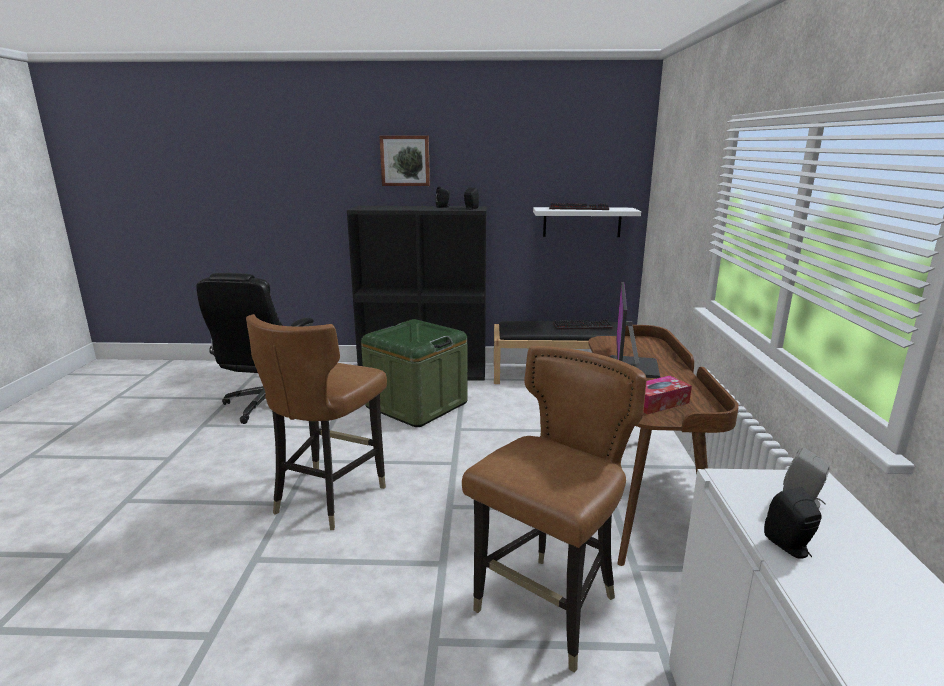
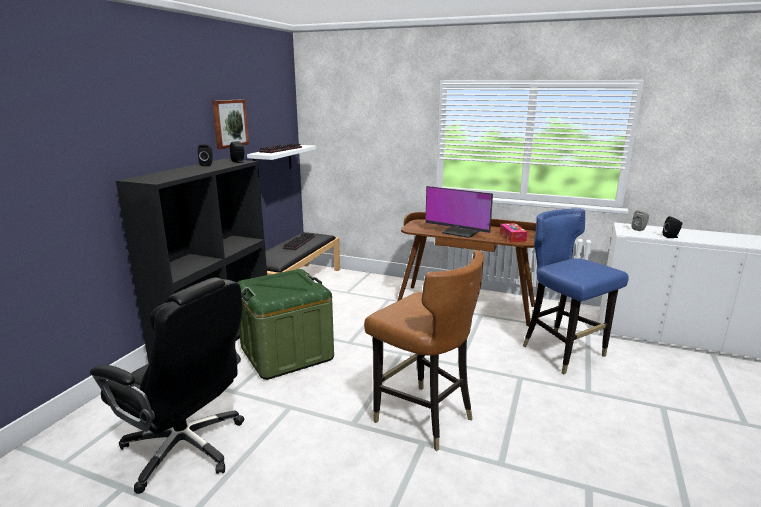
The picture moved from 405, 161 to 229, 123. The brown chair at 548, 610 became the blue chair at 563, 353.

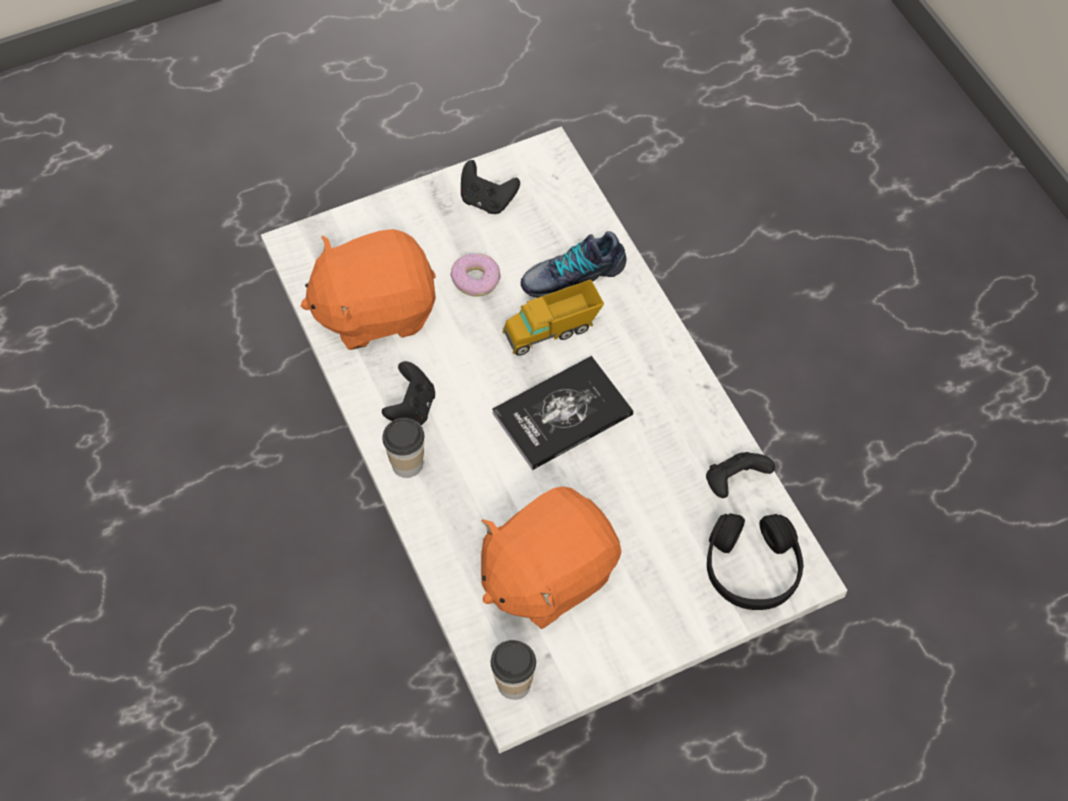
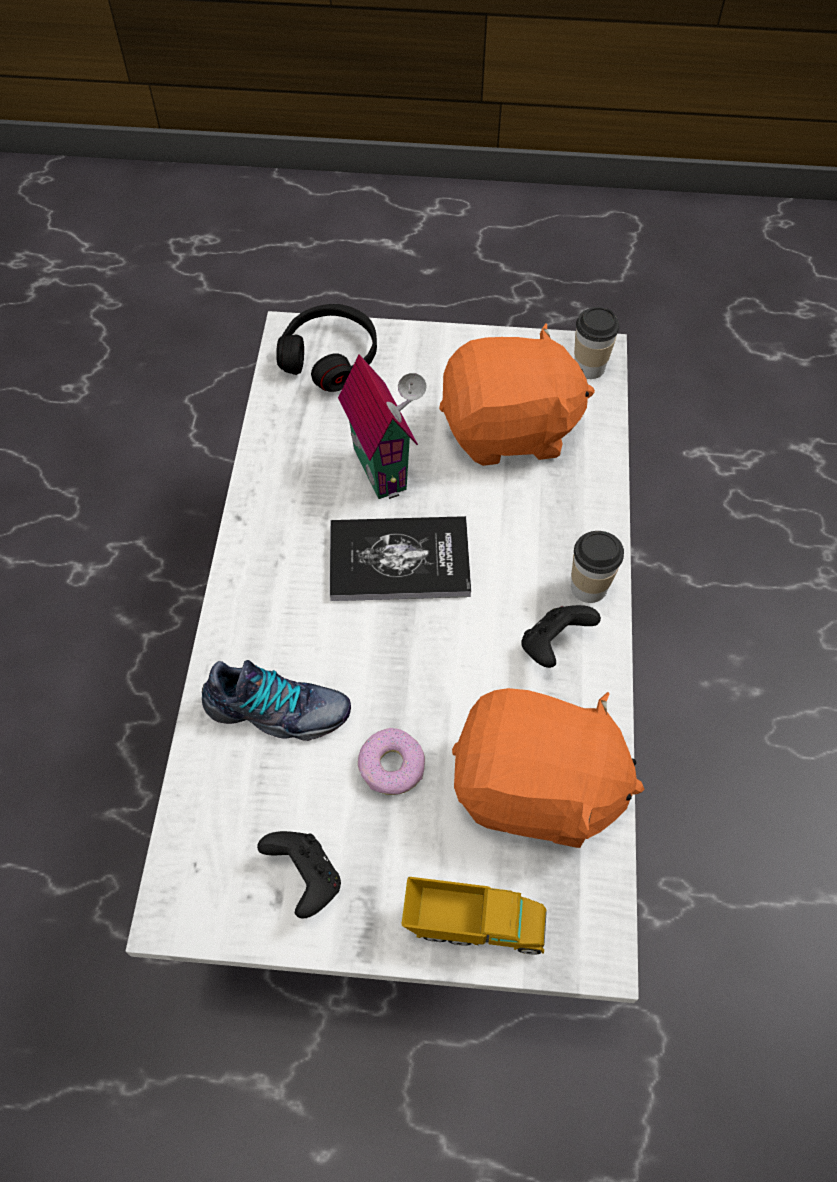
The black game controller at 734, 482 disappeared. The toy house at 384, 468 appeared. The toy truck moved from 552, 331 to 474, 925.

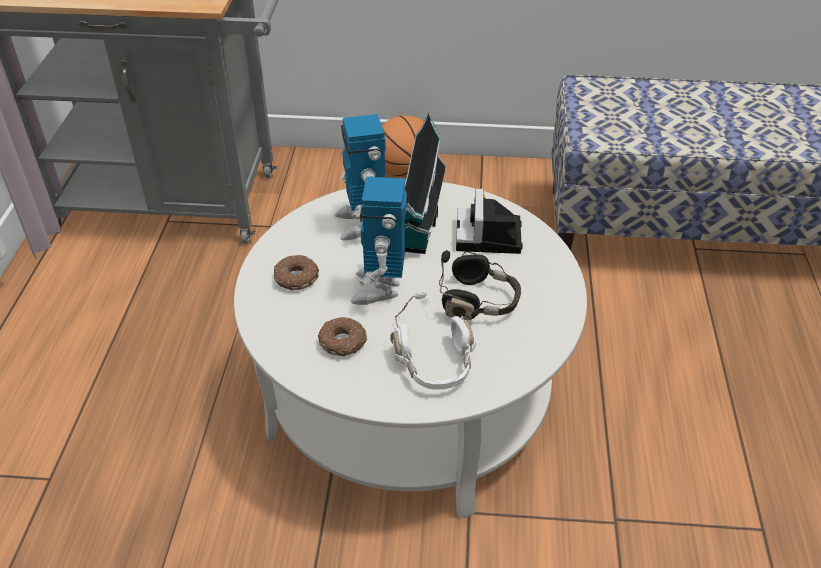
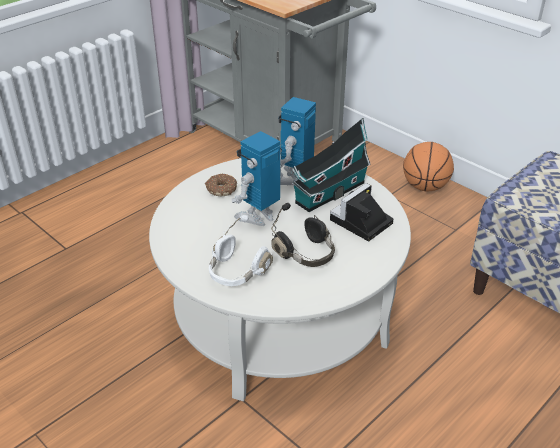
The donut at 343, 342 disappeared.

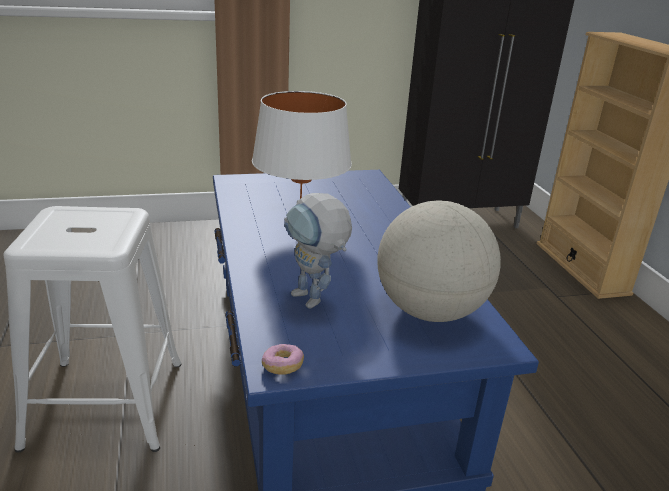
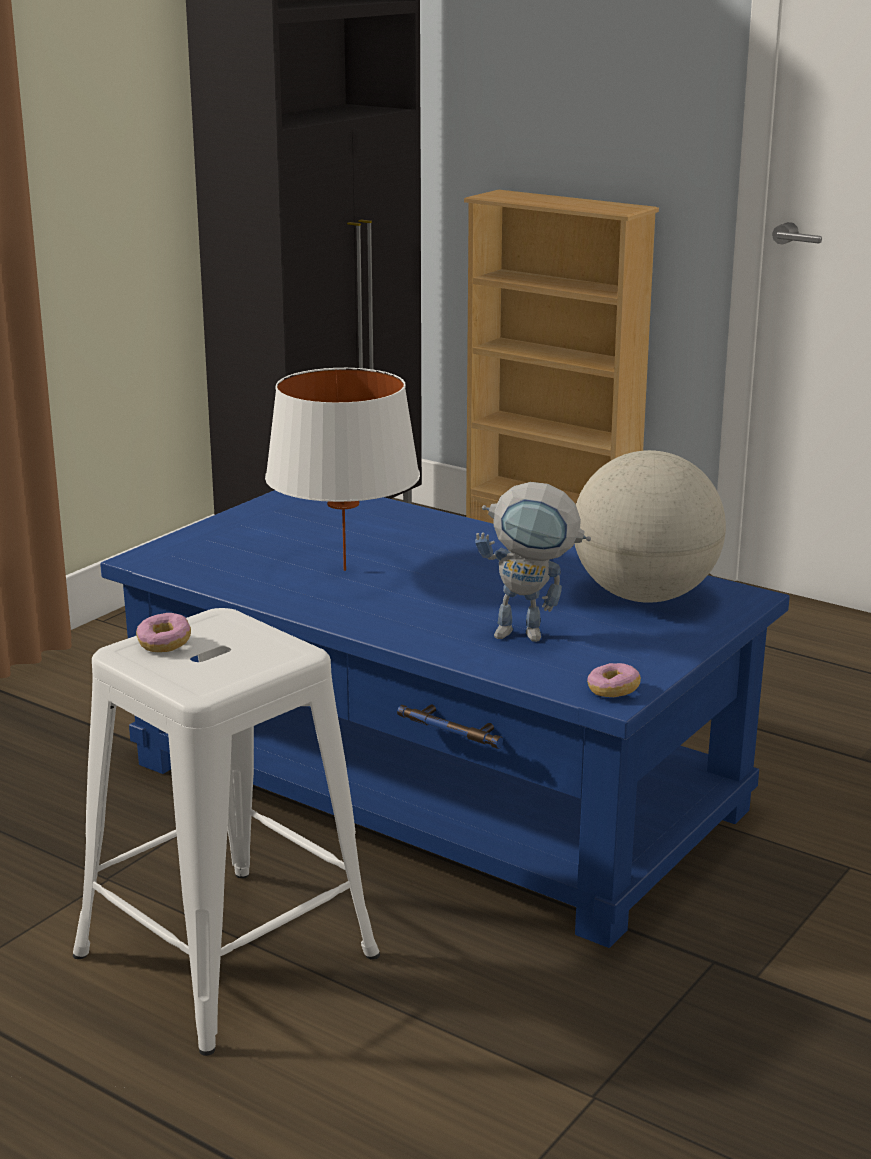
The donut at 164, 644 appeared.

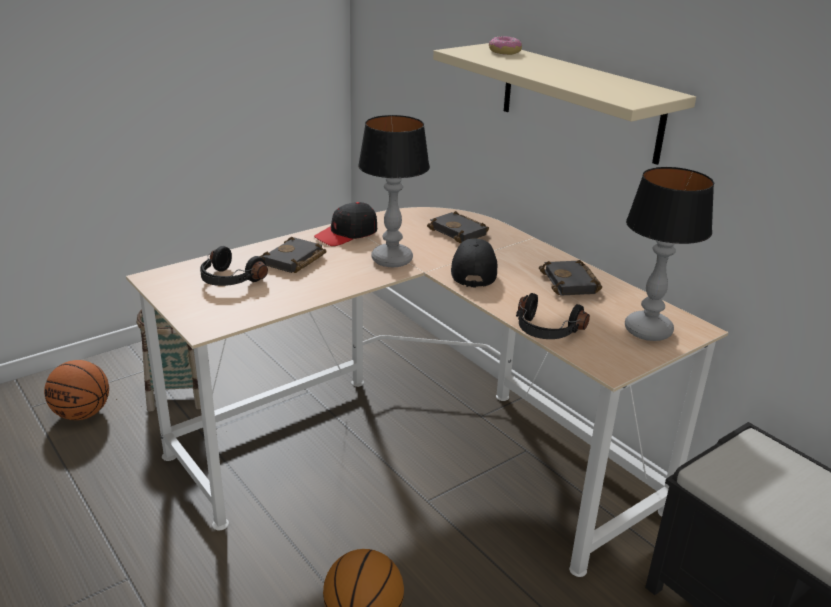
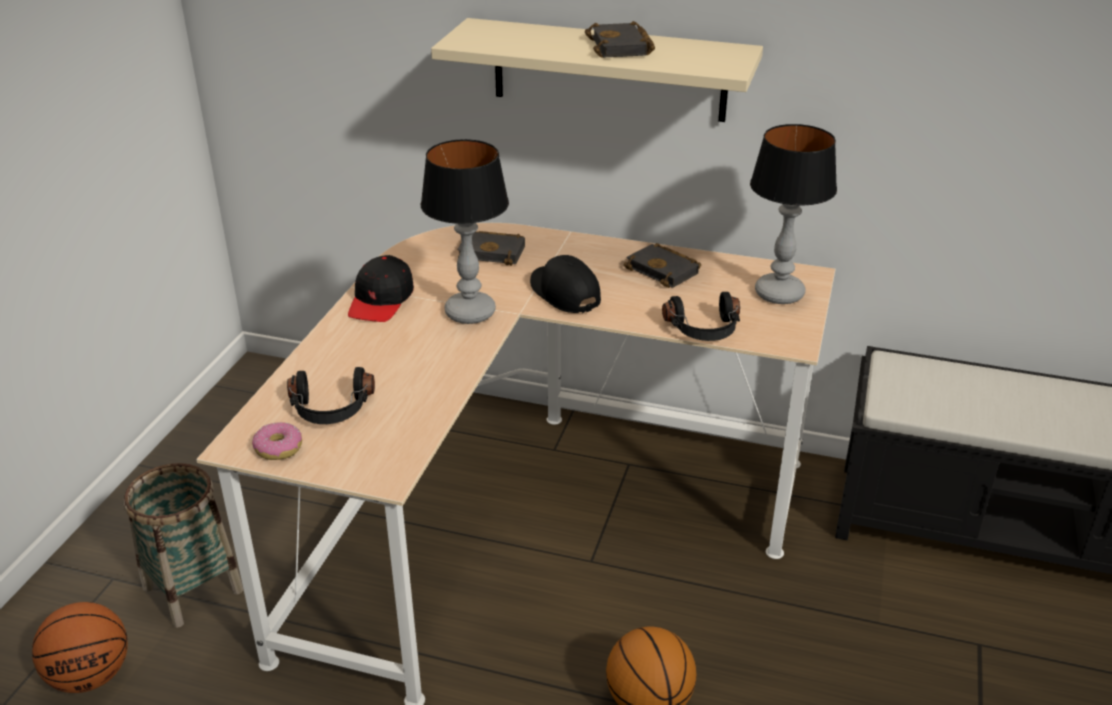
The black book moved from 294, 261 to 622, 47. The donut moved from 504, 52 to 278, 448.

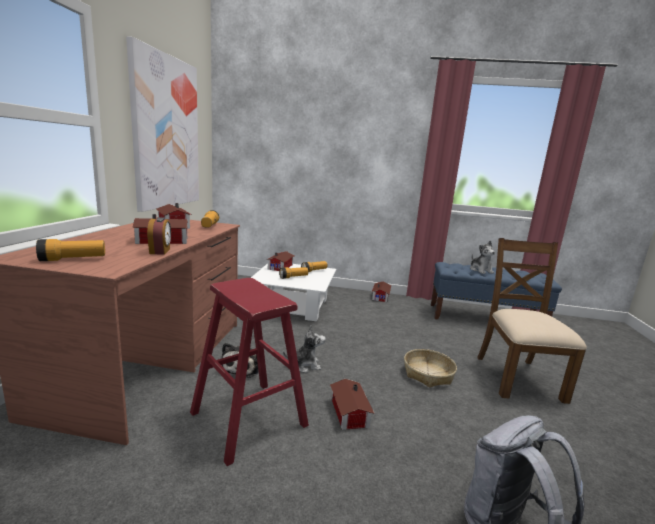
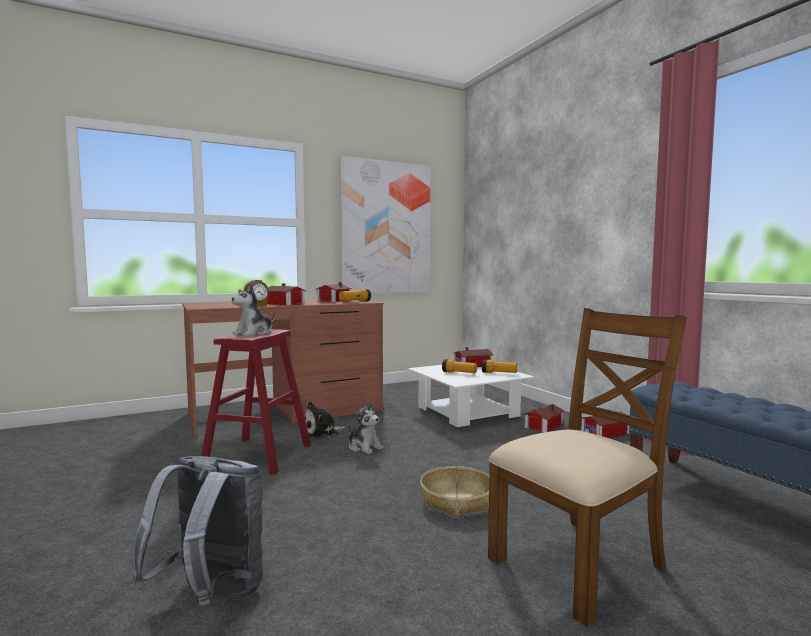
The flashlight at 73, 259 disappeared. The toy house moved from 348, 413 to 542, 425. The plush toy moved from 480, 270 to 254, 333.

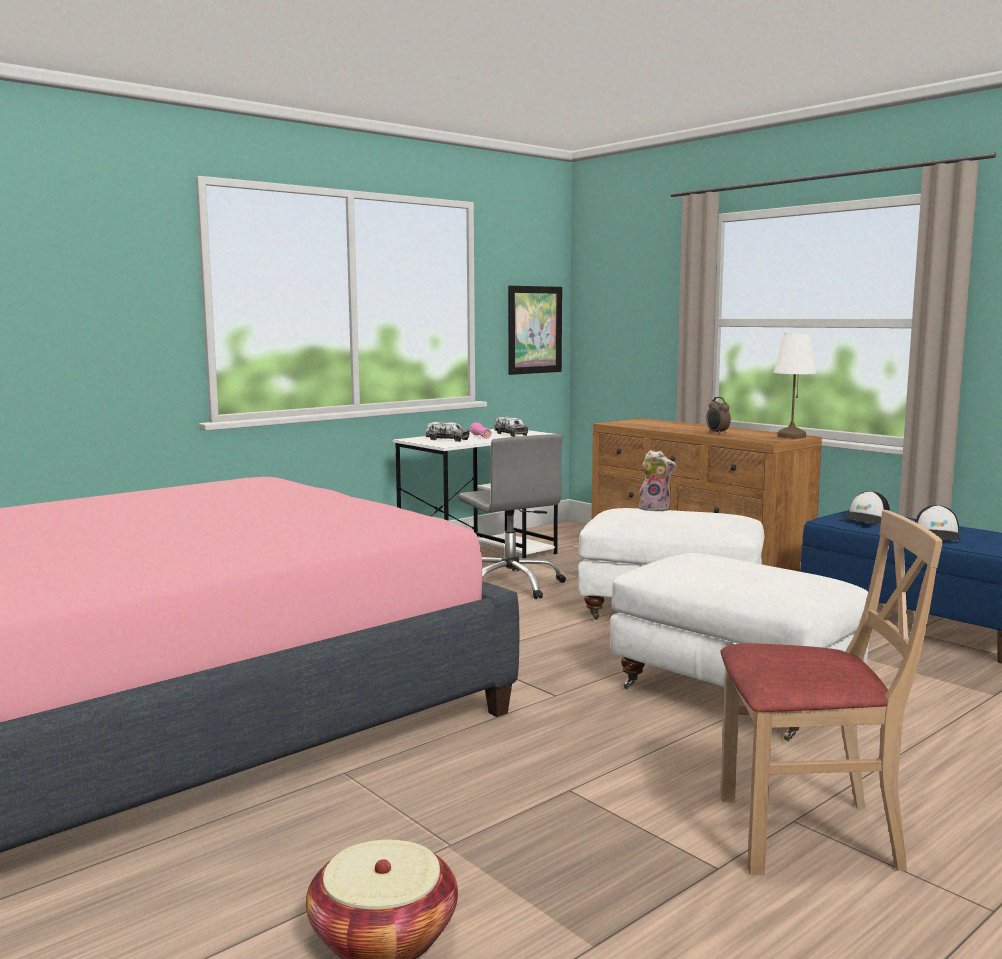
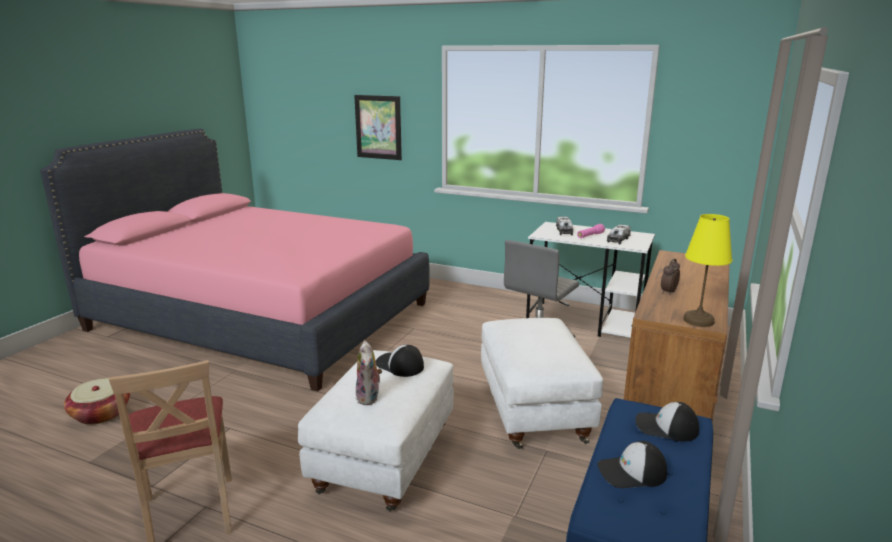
The cap at 399, 365 appeared. The picture moved from 534, 330 to 378, 127. The plush toy moved from 655, 509 to 369, 398. The white table lamp at 790, 436 became the yellow table lamp at 698, 320.

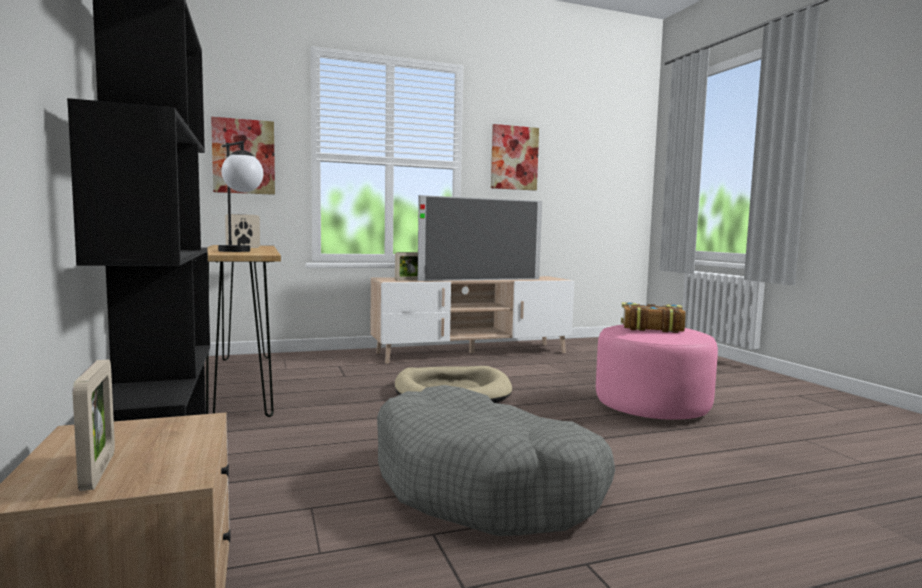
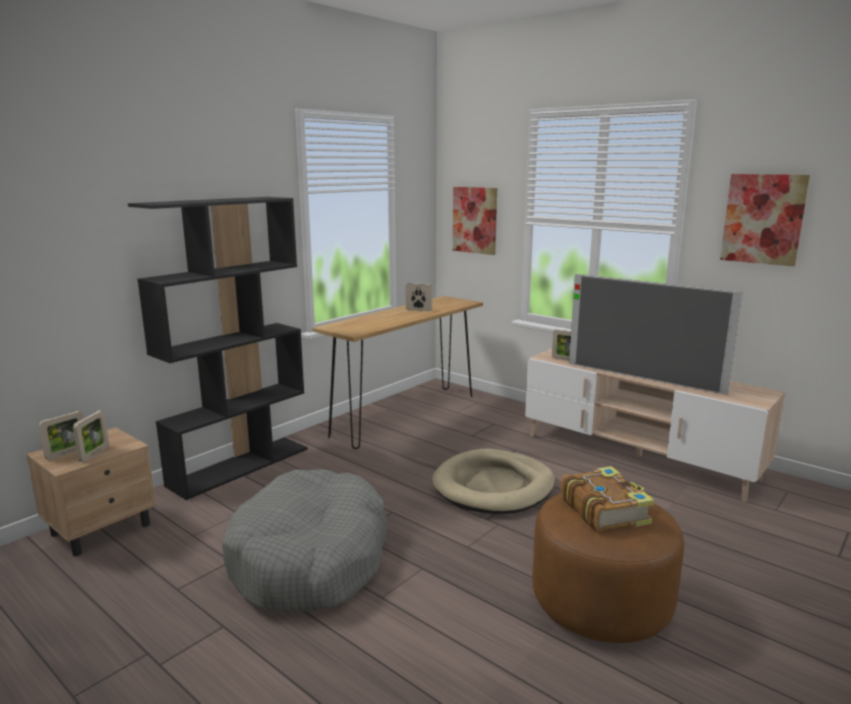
The table lamp at 240, 251 disappeared. The picture frame at 94, 454 appeared. The pink ottoman at 652, 407 became the brown ottoman at 601, 602.

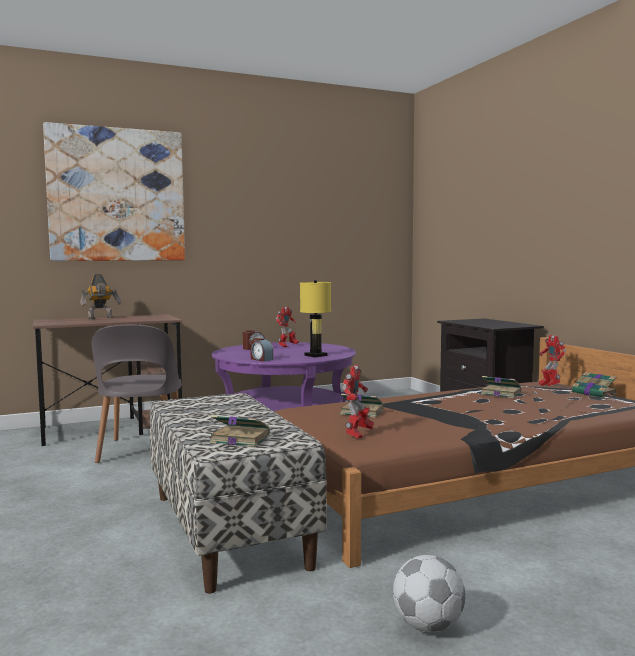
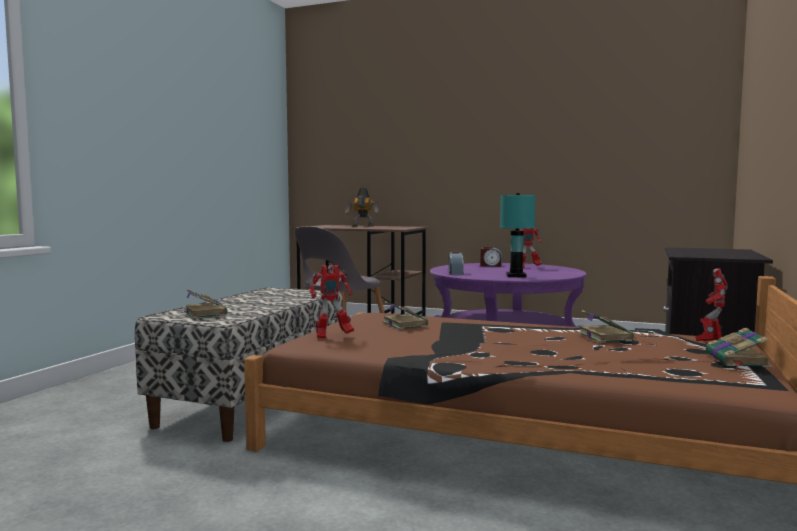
The picture at 117, 195 disappeared. The football at 427, 626 disappeared. The yellow table lamp at 315, 355 became the turquoise table lamp at 515, 276.

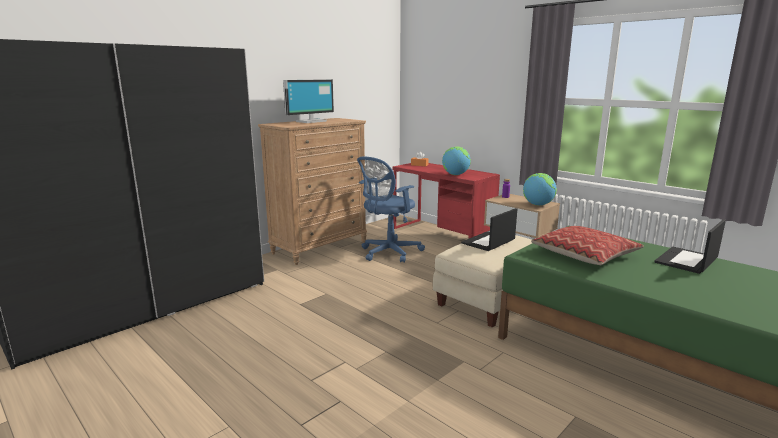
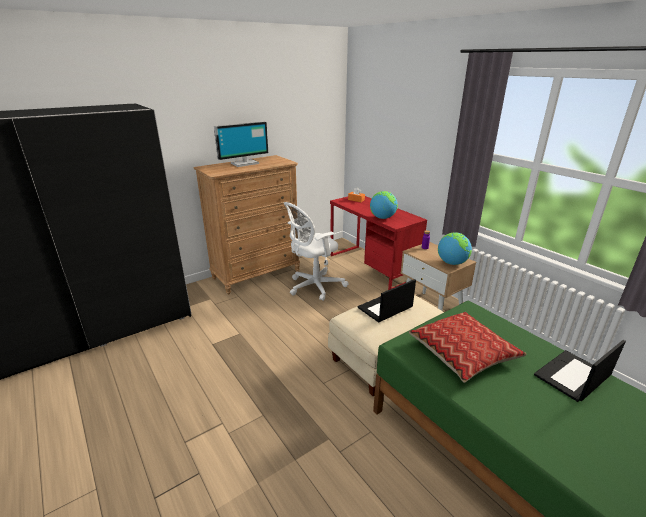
The blue office chair at 388, 253 became the white office chair at 314, 287.

